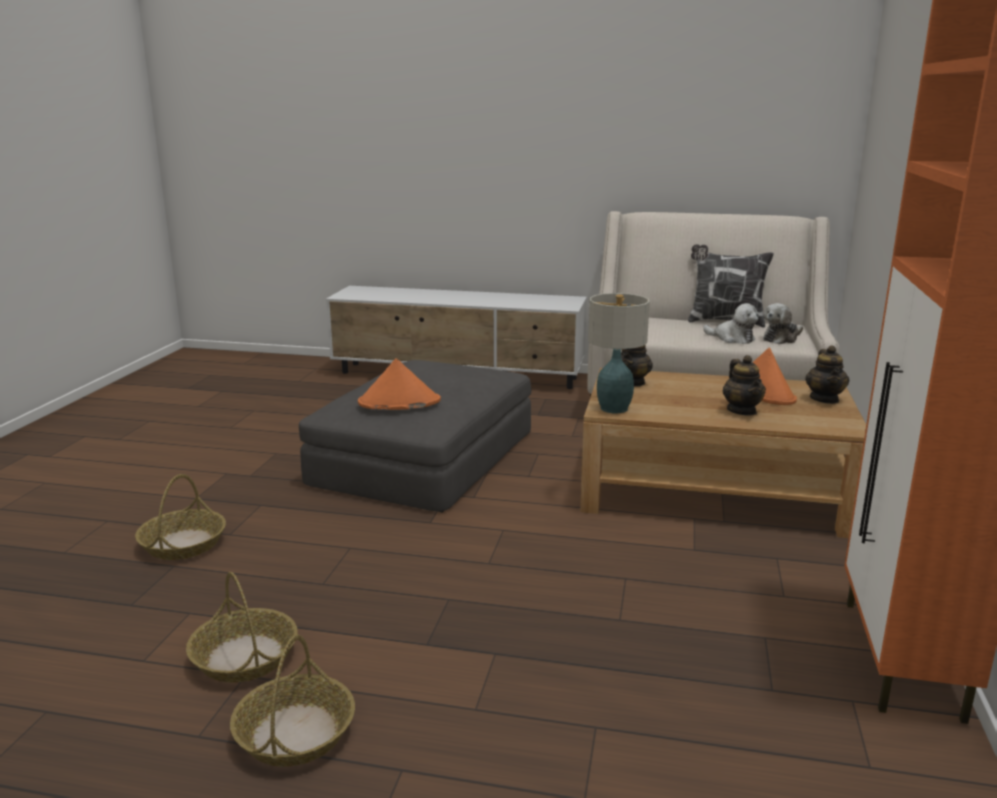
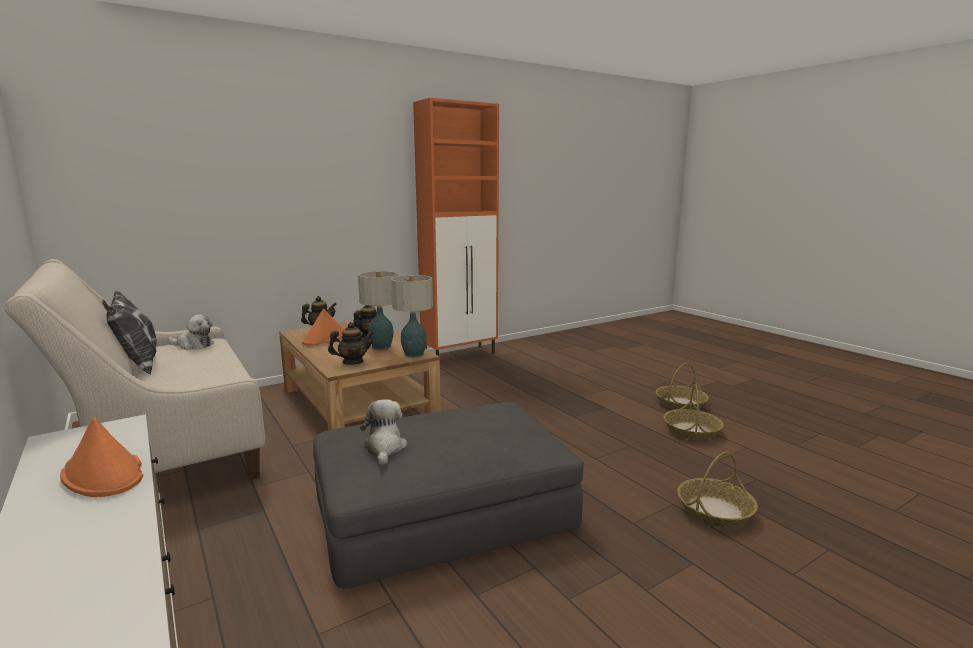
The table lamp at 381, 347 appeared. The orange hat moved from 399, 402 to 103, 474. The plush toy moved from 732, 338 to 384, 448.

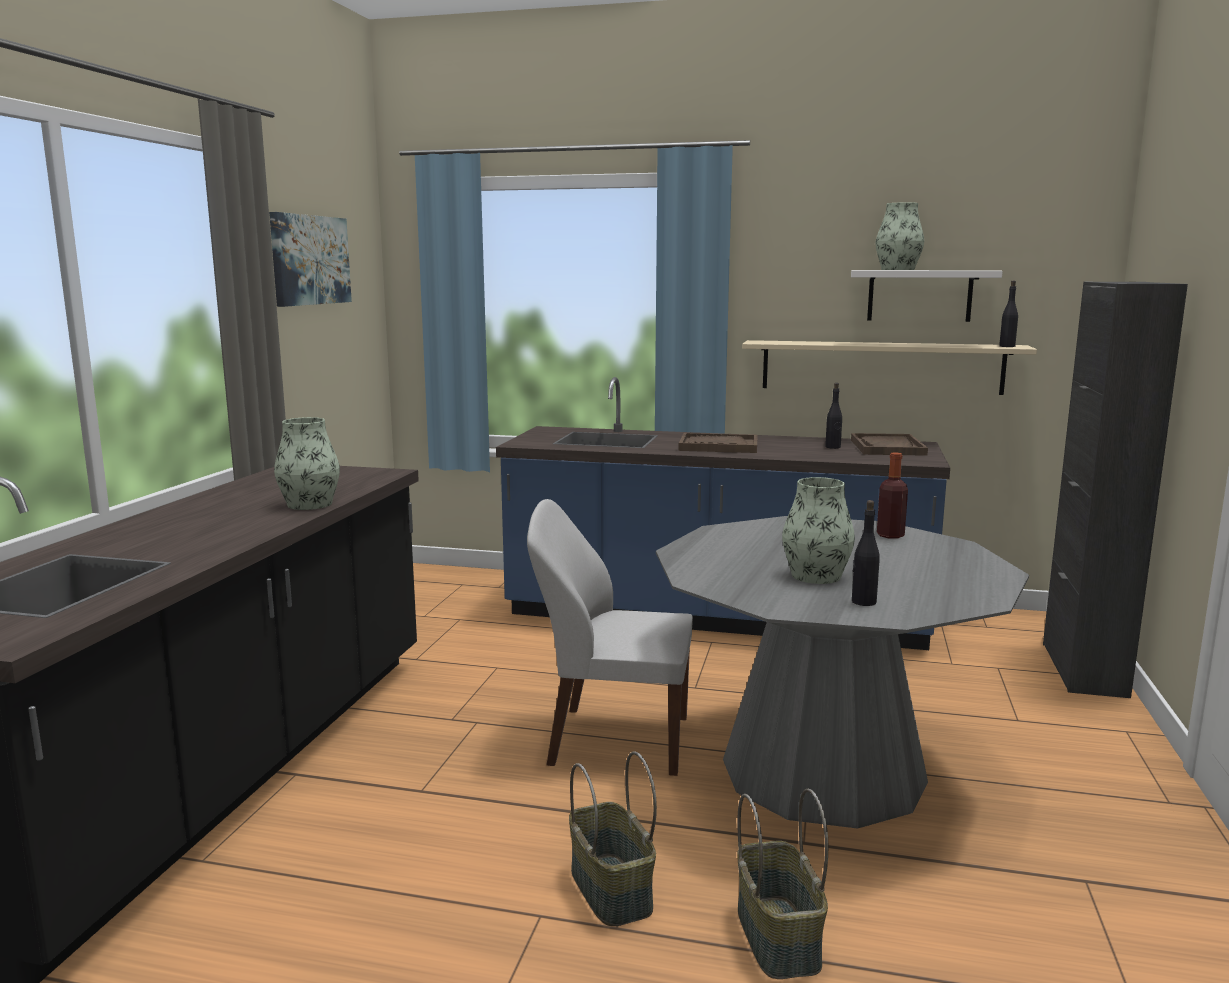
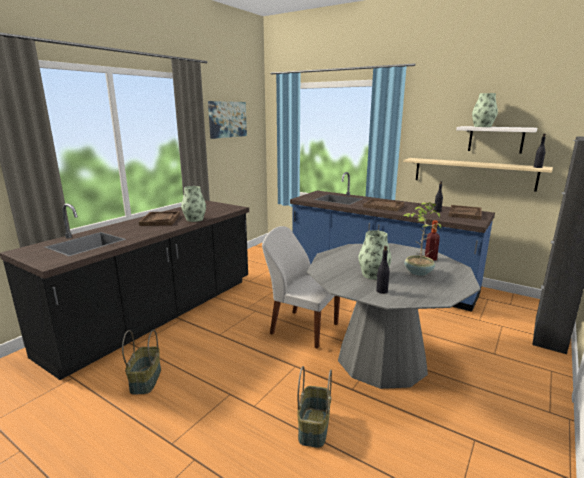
The brown tray at 160, 220 appeared. The potted plant at 418, 272 appeared. The basket moved from 609, 890 to 145, 380.

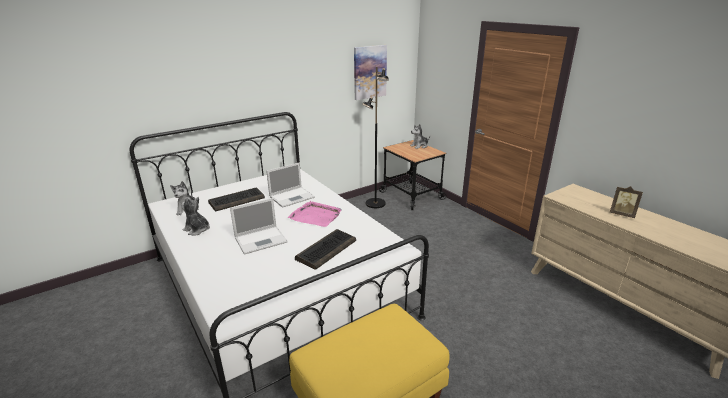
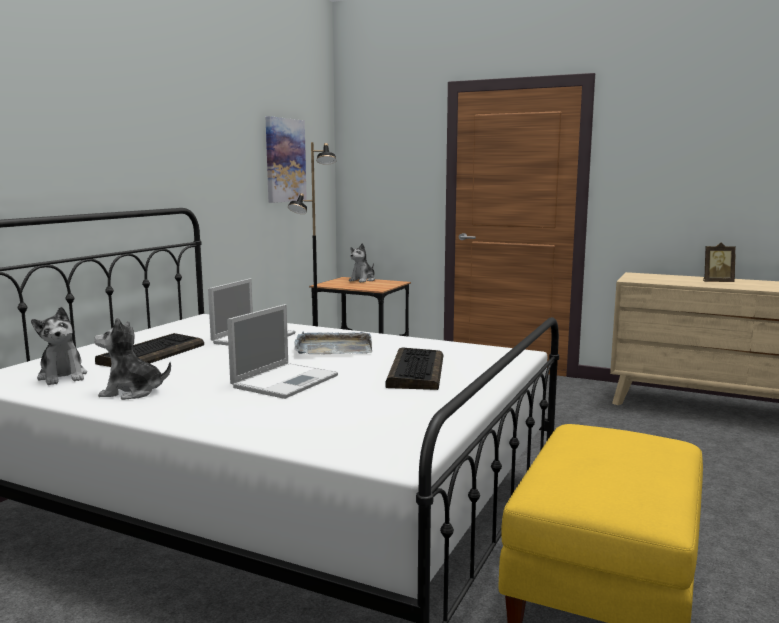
The pink tray at 316, 216 became the grey tray at 333, 348.

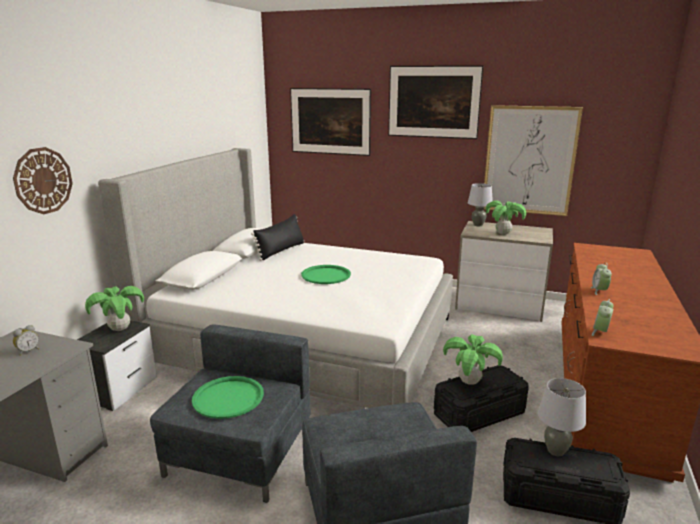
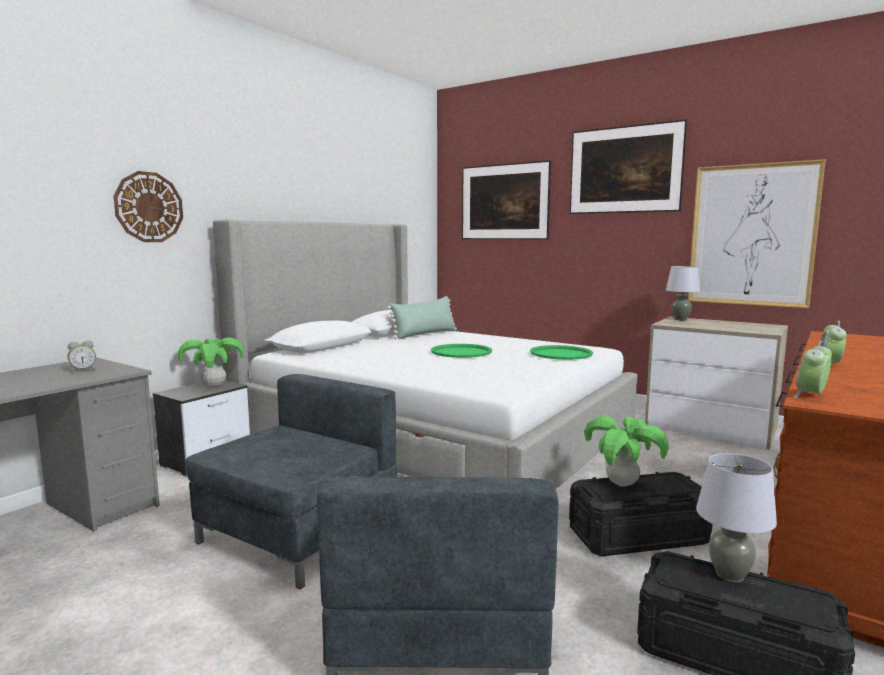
The potted plant at 503, 234 disappeared. The green tray moved from 228, 398 to 561, 353. The black pillow at 281, 250 became the green pillow at 424, 334.

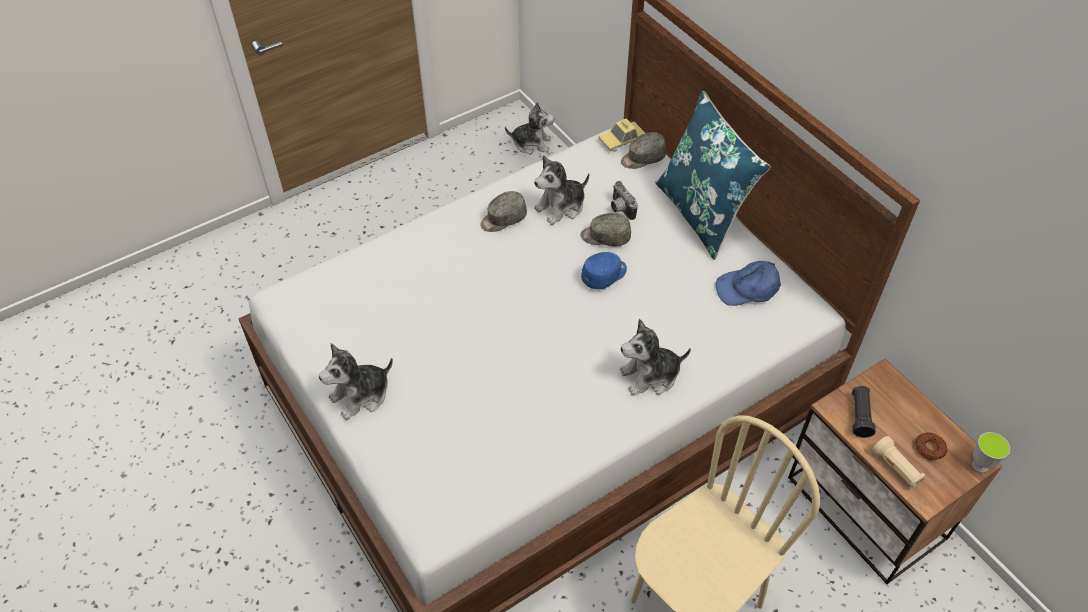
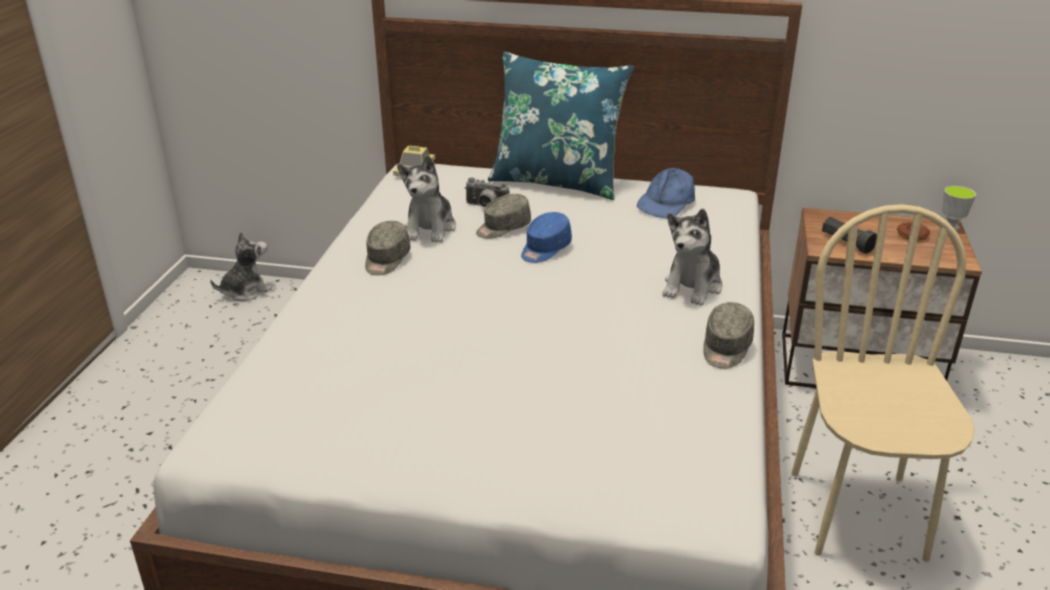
The plush toy at 361, 395 disappeared. The beige flashlight at 896, 468 disappeared. The grey cap moved from 642, 158 to 726, 348. The blue cap at 604, 275 turned 150 degrees counterclockwise.

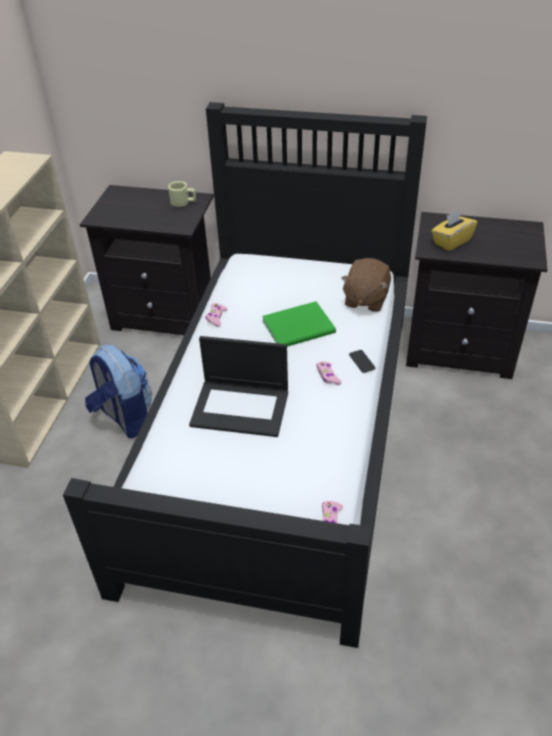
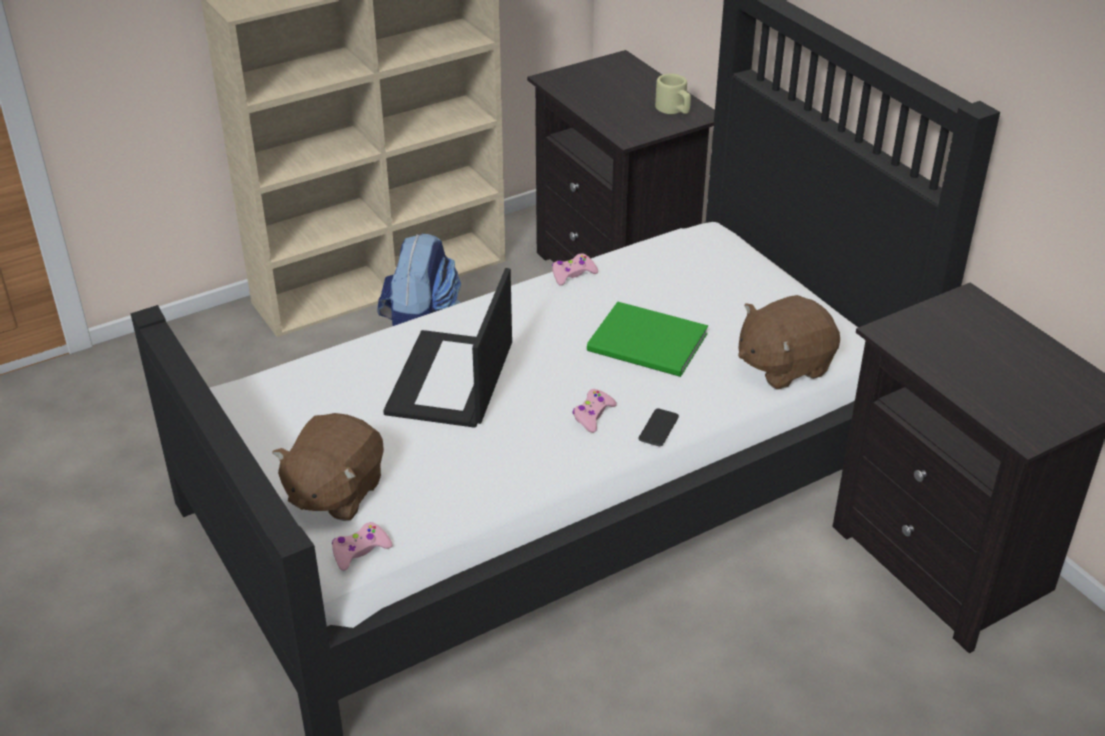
The yellow tissue box at 451, 241 disappeared. The brown plush toy at 334, 492 appeared. The laptop at 241, 407 turned 45 degrees clockwise.

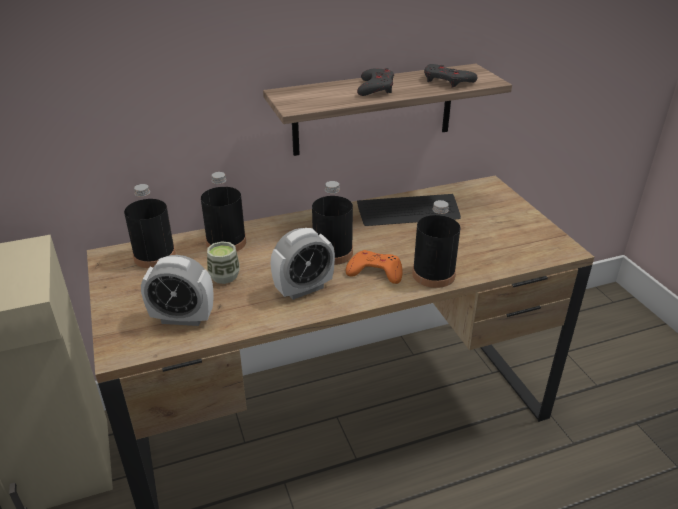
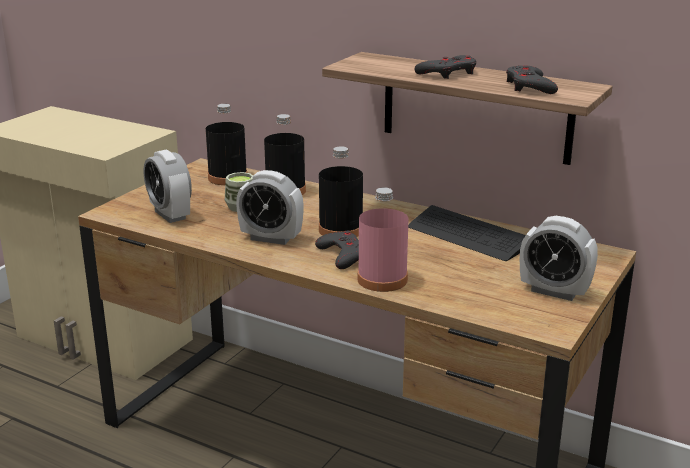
The alarm clock at 554, 291 appeared. The orange game controller at 375, 271 became the grey game controller at 343, 255. The black bottle at 433, 274 became the pink bottle at 382, 279.

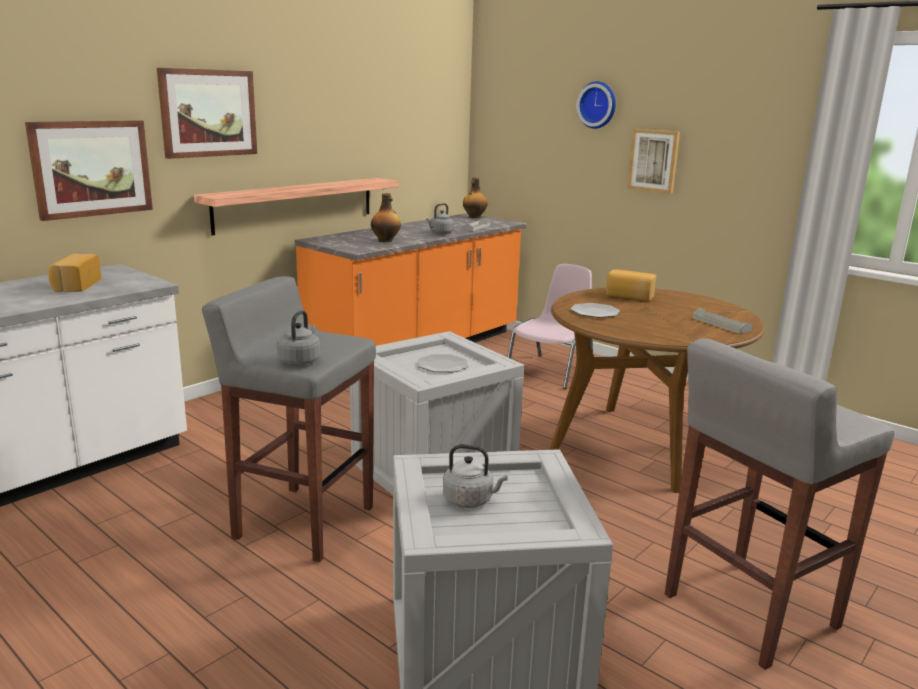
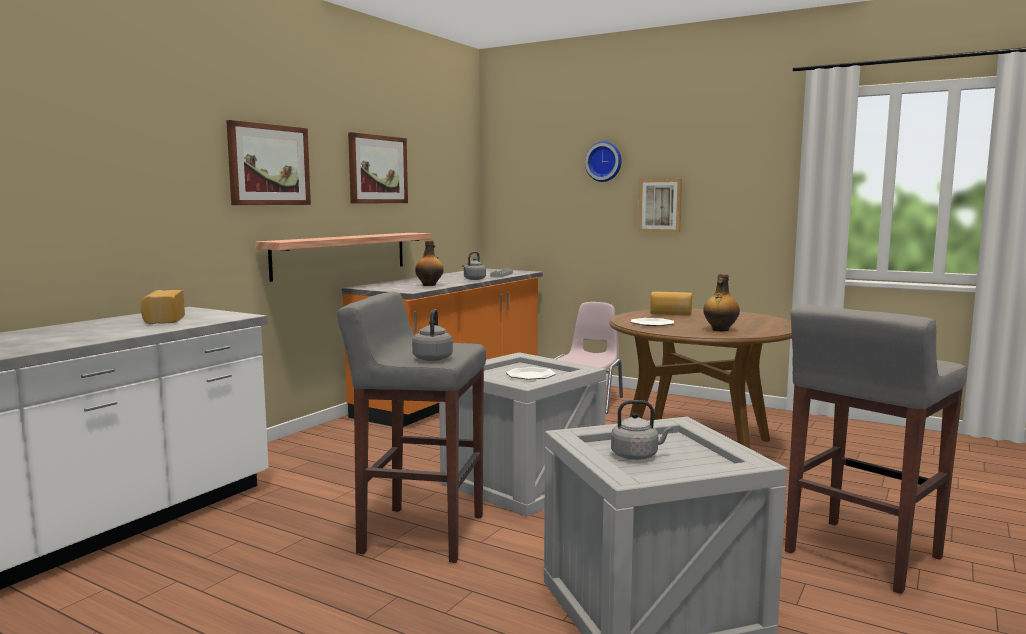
The grey tray at 721, 324 disappeared. The picture moved from 91, 168 to 377, 169. The bottle moved from 474, 217 to 720, 330.

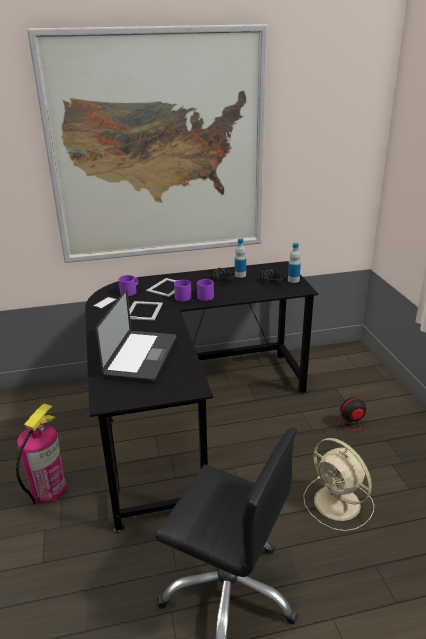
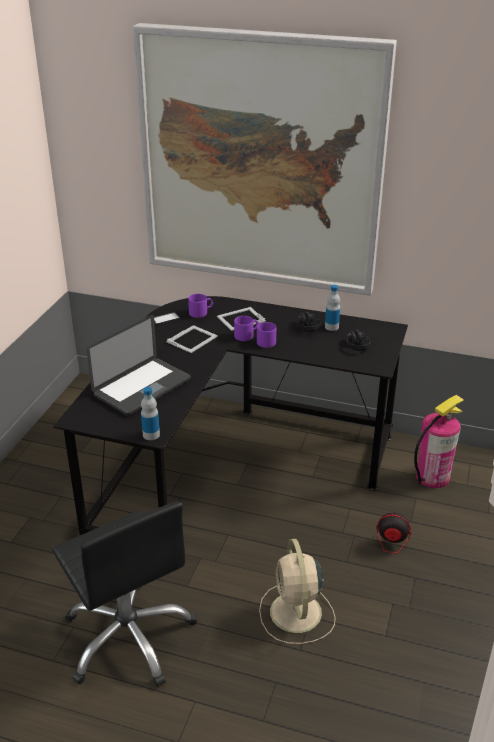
The fire extinguisher moved from 48, 489 to 432, 476. The bottle moved from 293, 280 to 151, 435.

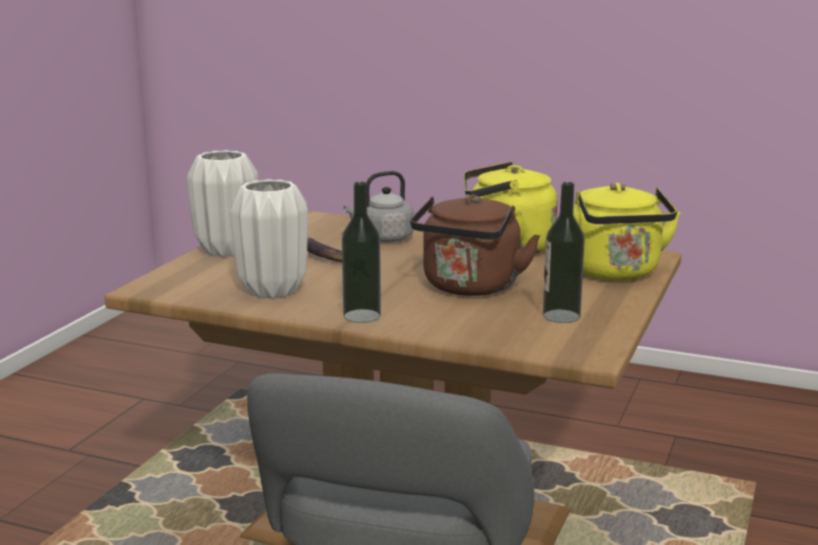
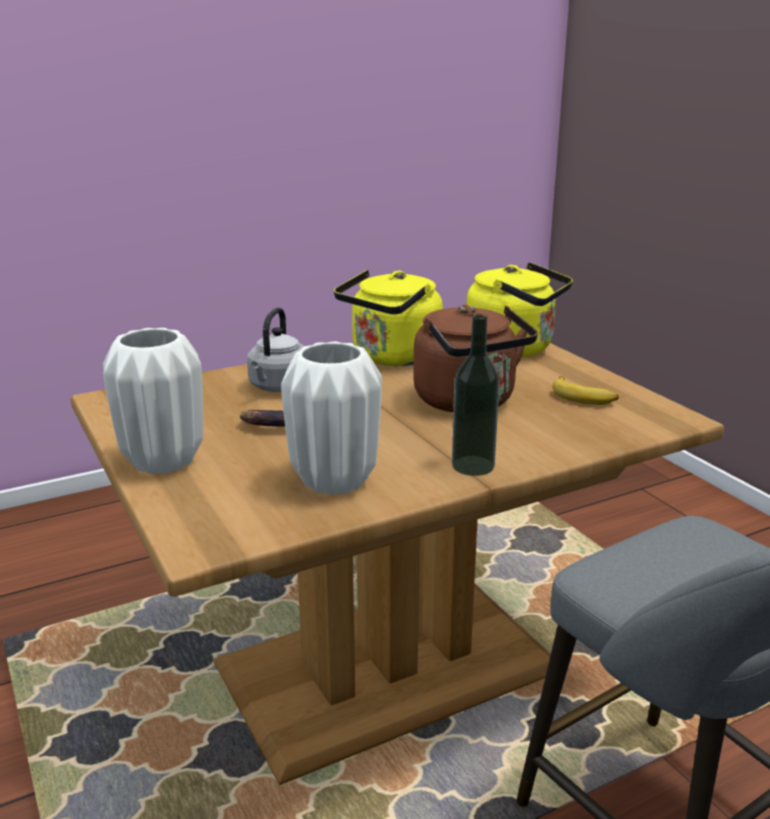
The bottle at 561, 316 was replaced by the banana at 583, 397.

